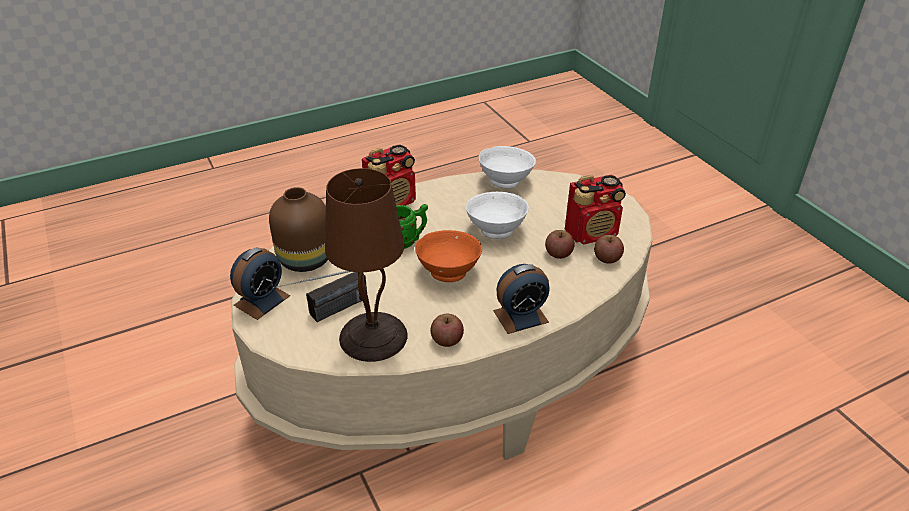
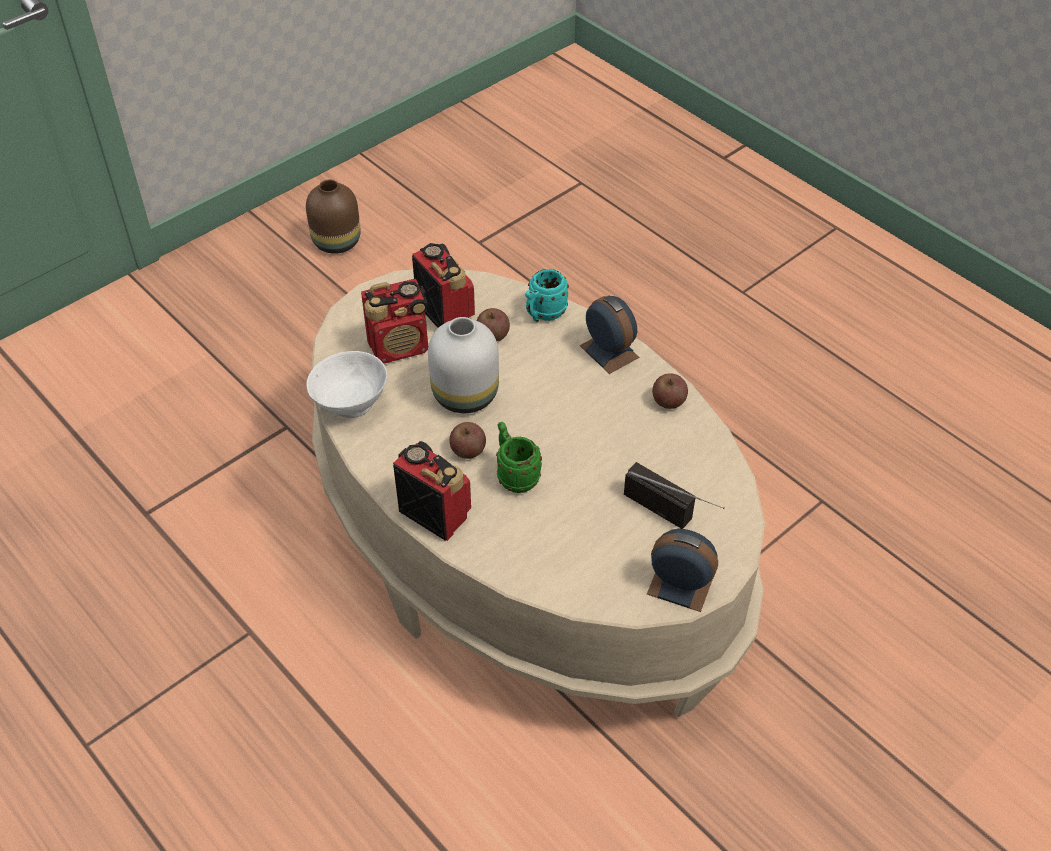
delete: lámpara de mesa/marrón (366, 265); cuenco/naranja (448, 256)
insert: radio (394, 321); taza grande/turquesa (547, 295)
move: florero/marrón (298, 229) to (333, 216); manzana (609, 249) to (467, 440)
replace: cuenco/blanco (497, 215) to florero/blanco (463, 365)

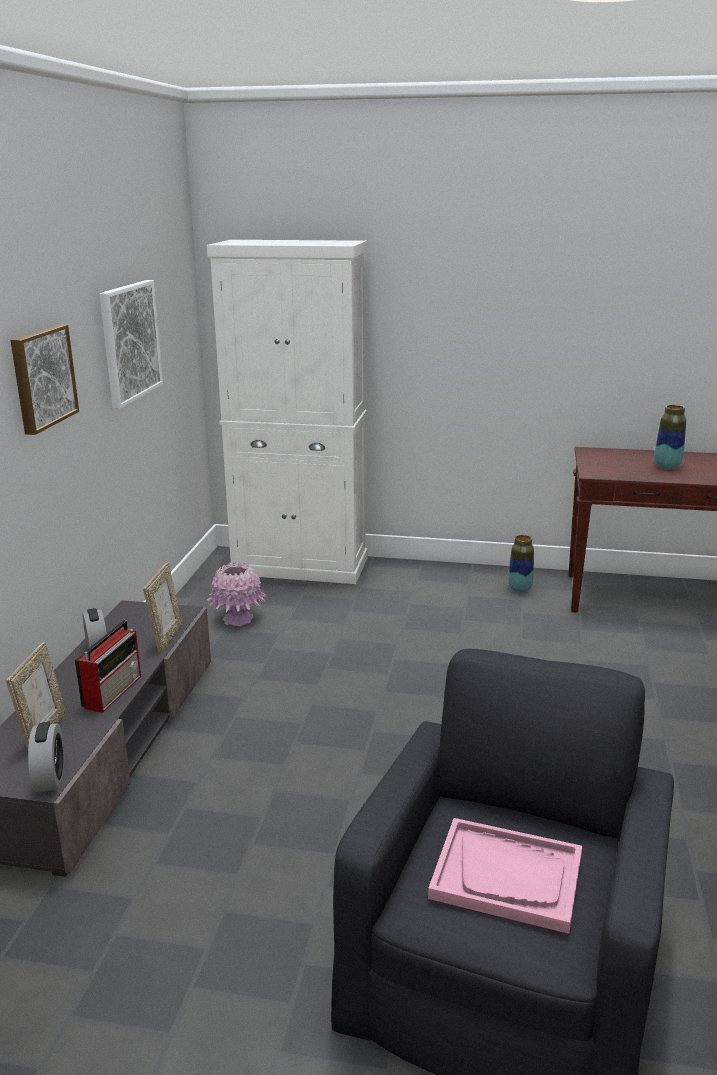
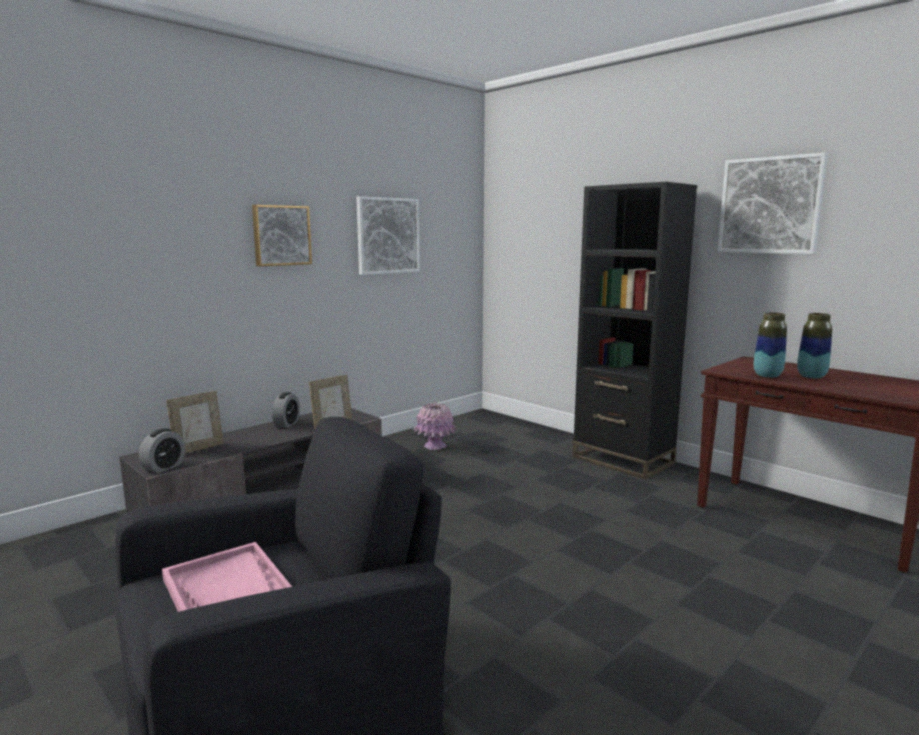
delete: radio (108, 666); armario/blanco (287, 412)
insert: estantería/negro (635, 330); cuadro (772, 203)
move: florero (521, 564) to (770, 345)

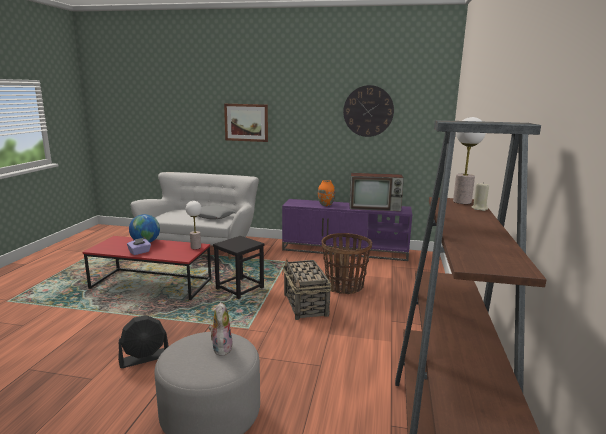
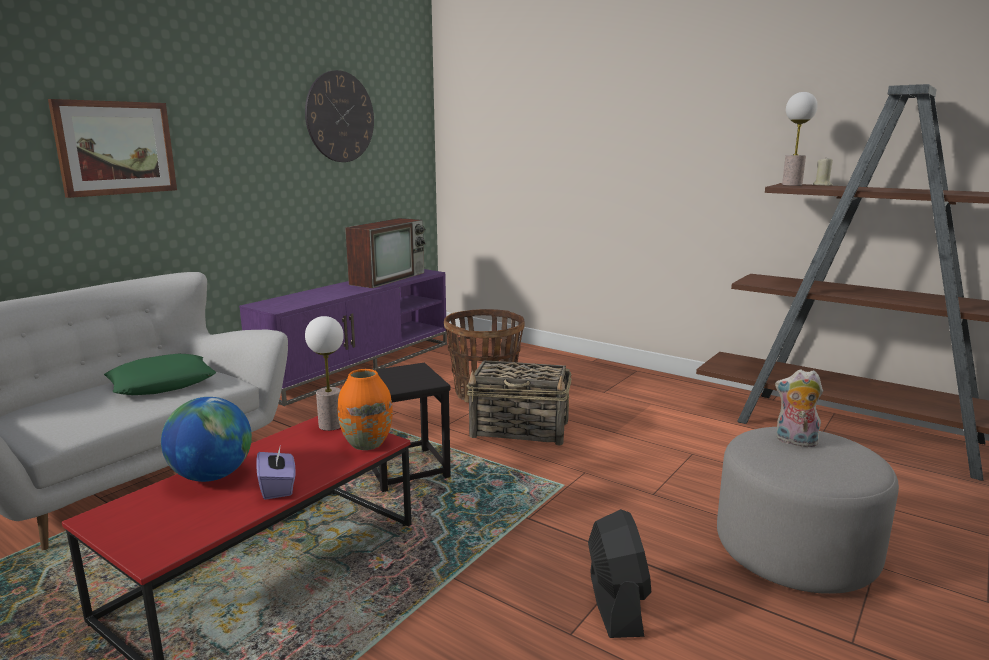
move: florero/naranja (326, 193) to (365, 409)
recolor: cojín/gris (216, 212) to cojín/verde (160, 374)

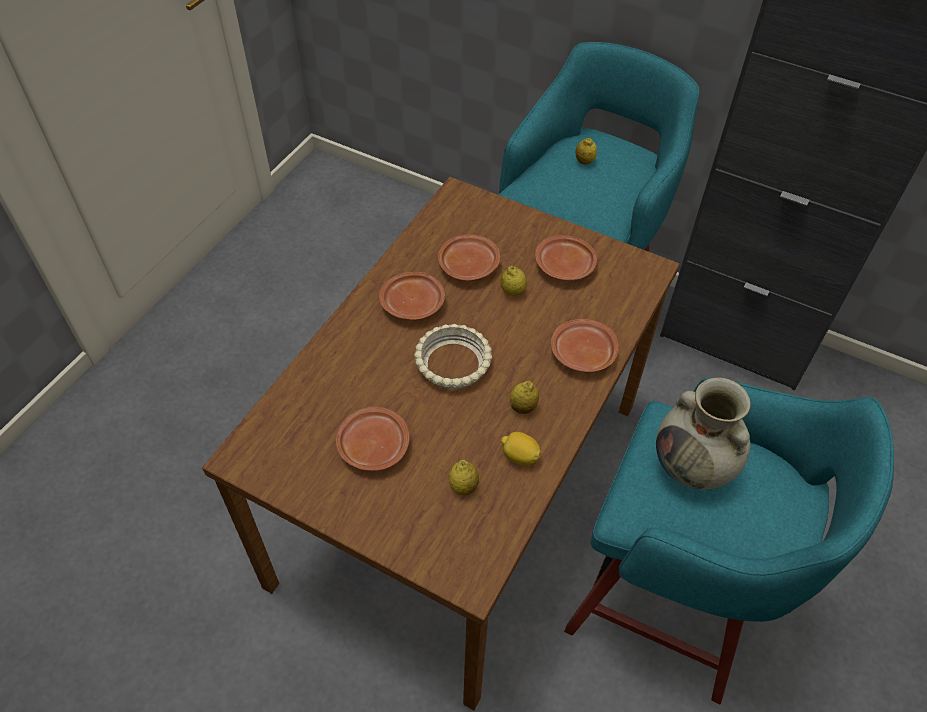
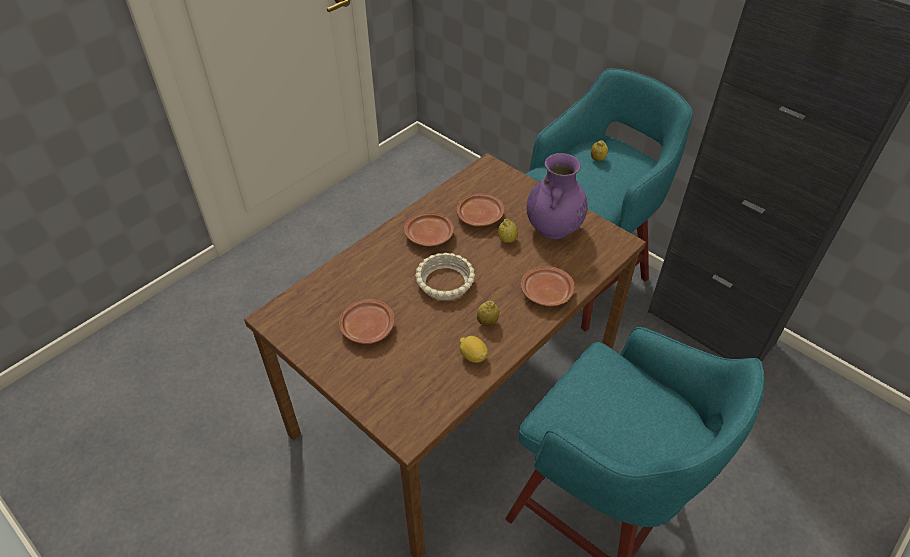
delete: limón (464, 477); florero/beis (703, 433)
replace: plato/marrón (566, 258) to florero/morado (557, 196)

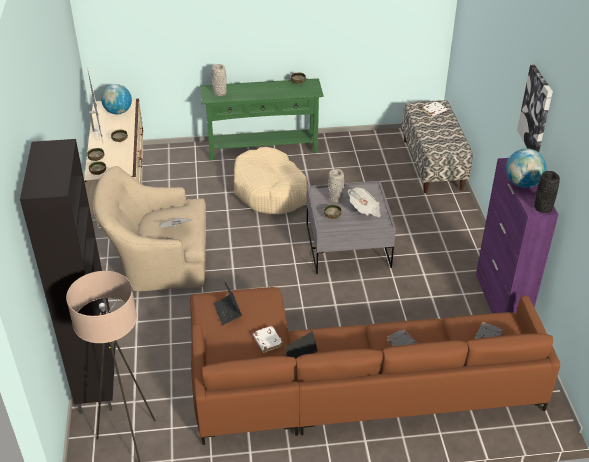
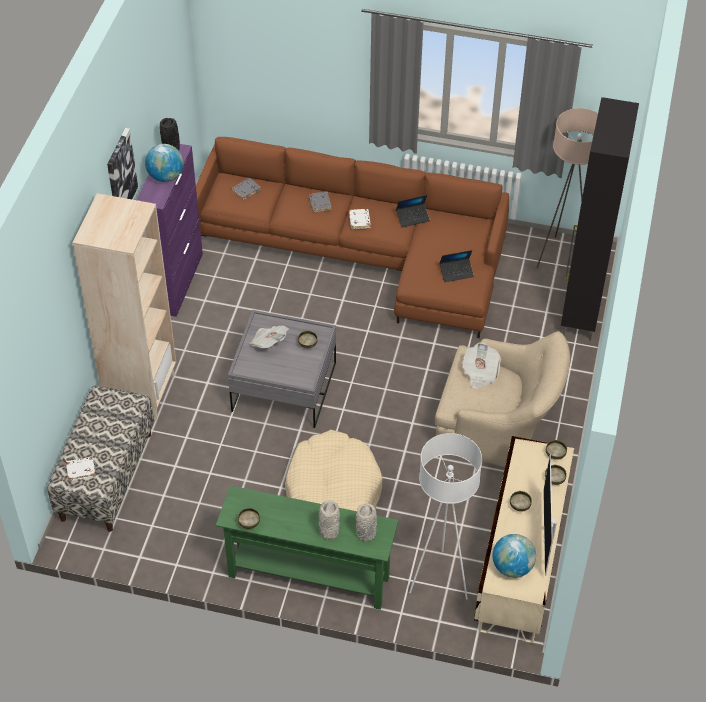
insert: estantería/beis (124, 306); lámpara de pie/blanco (445, 516)
move: florero/gris (336, 186) to (329, 519); libro/blanco (267, 339) to (360, 219)
rotate: portátil (228, 303) = (456, 266) 75 degrees clockwise

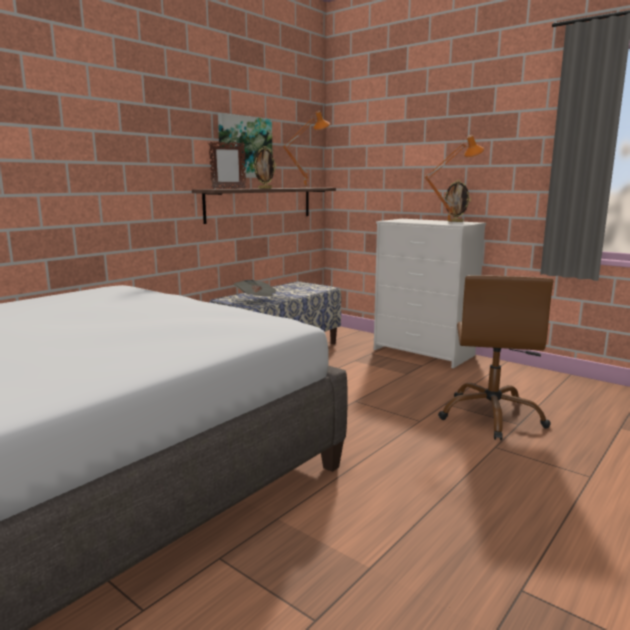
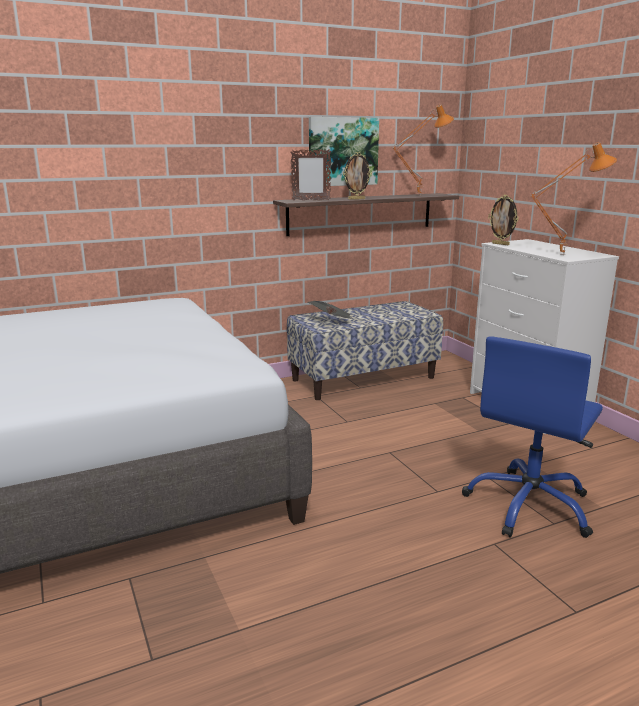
move: portarretratos (457, 201) to (503, 220)
recolor: silla de oficina/marrón (495, 357) to silla de oficina/azul (532, 437)

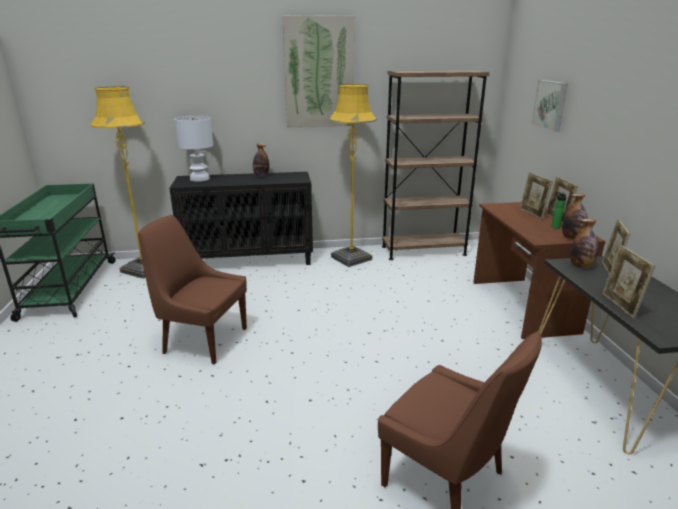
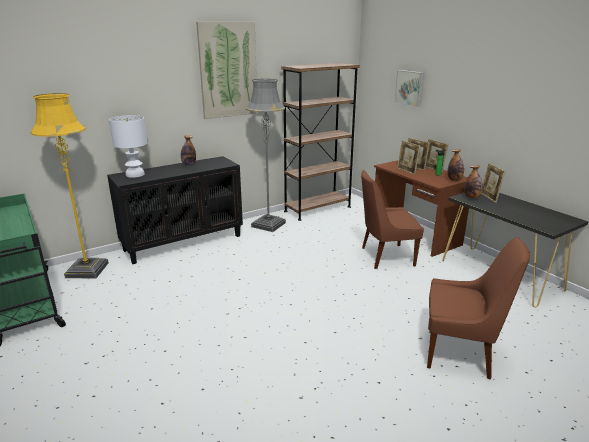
move: silla/marrón (192, 290) to (392, 219); portarretratos (629, 281) to (409, 157)
recolor: lámpara de pie/amarillo (353, 175) to lámpara de pie/gris (266, 155)

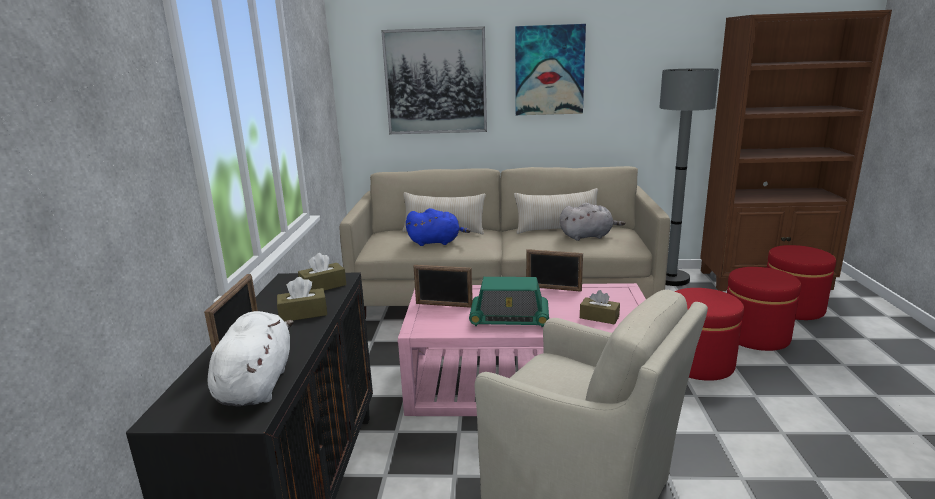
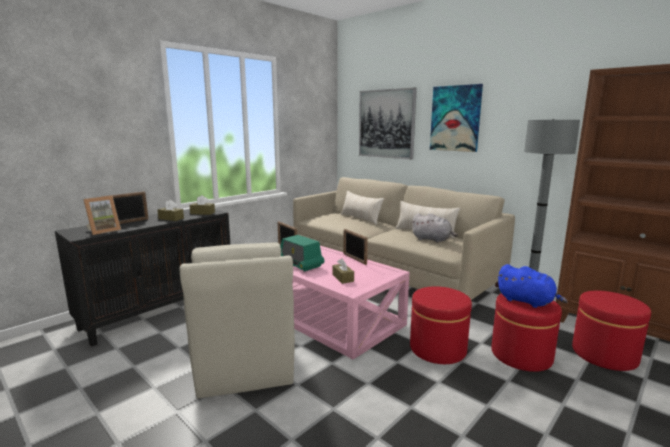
move: peluche/azul (438, 227) to (532, 286)
replace: peluche/blanco (251, 358) to portarretratos (102, 215)

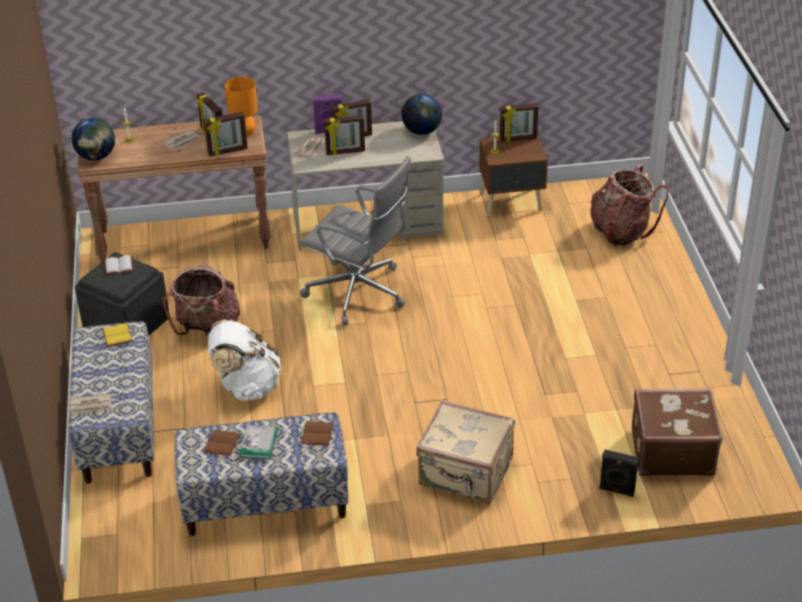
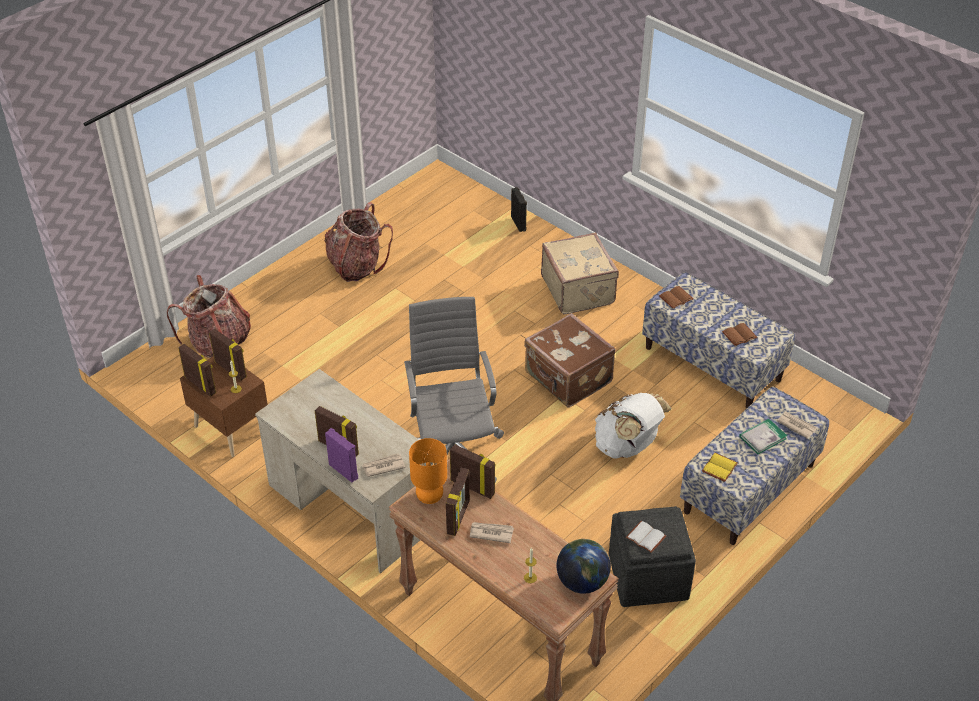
delete: globo terráqueo (421, 114)
move: portarretratos (344, 135) to (228, 355); mochila (201, 300) to (358, 242); maleta/marrón (677, 432) to (570, 360); libro (258, 442) to (763, 436)

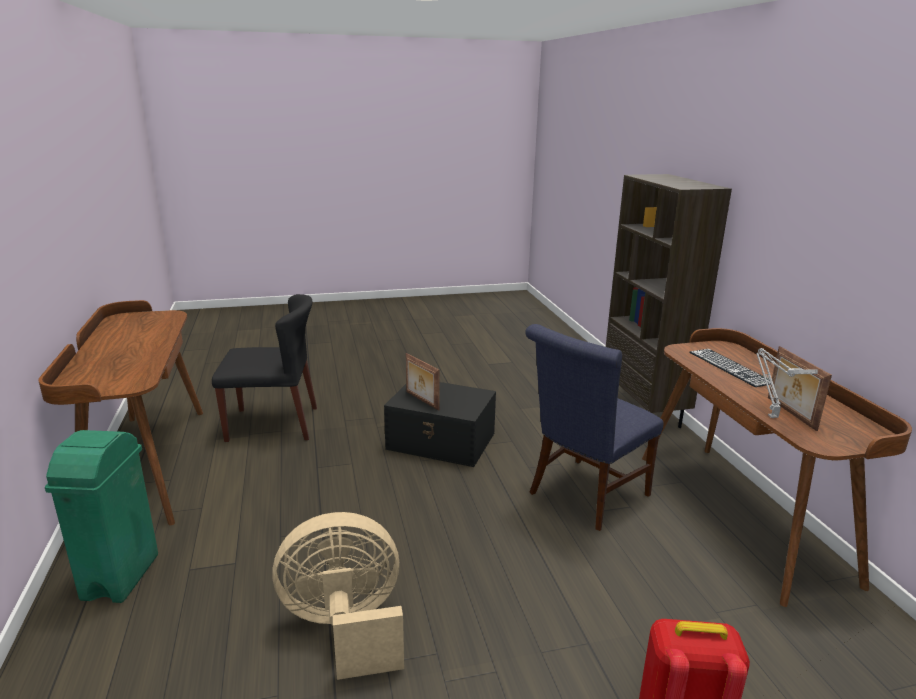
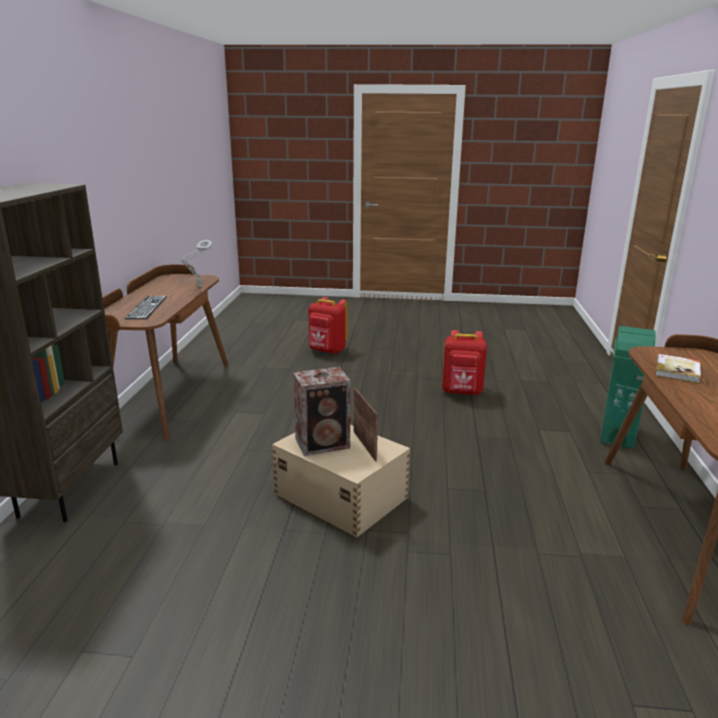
delete: silla/negro (264, 368); silla/azul (594, 427); portarretratos (800, 388)
insert: altavoz (322, 411); libro (678, 368)
replace: ventilador/beis (338, 596) to mochila/rojo (464, 362)
recolor: caja de almacenaje/negro (440, 424) to caja de almacenaje/beis (341, 481)

